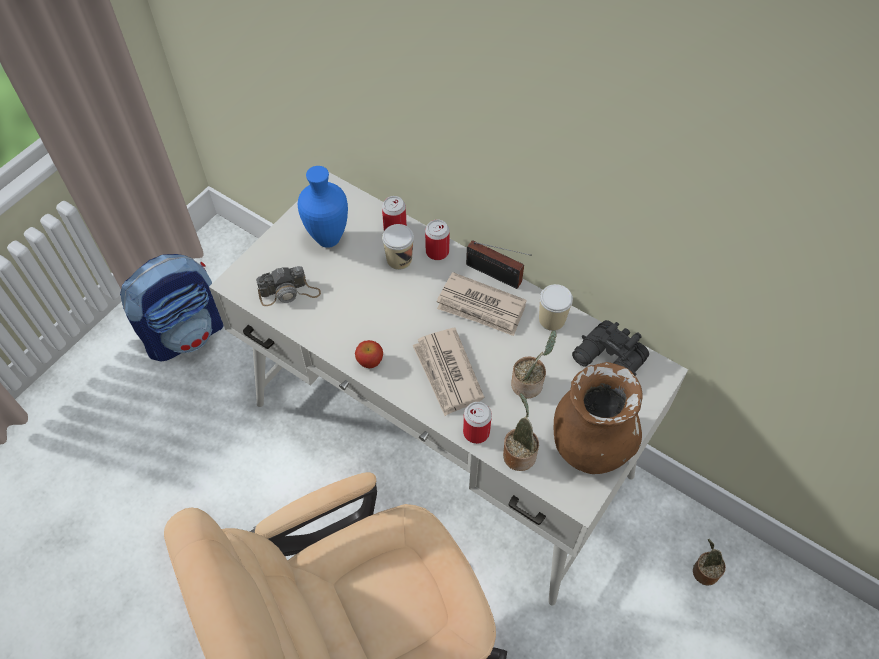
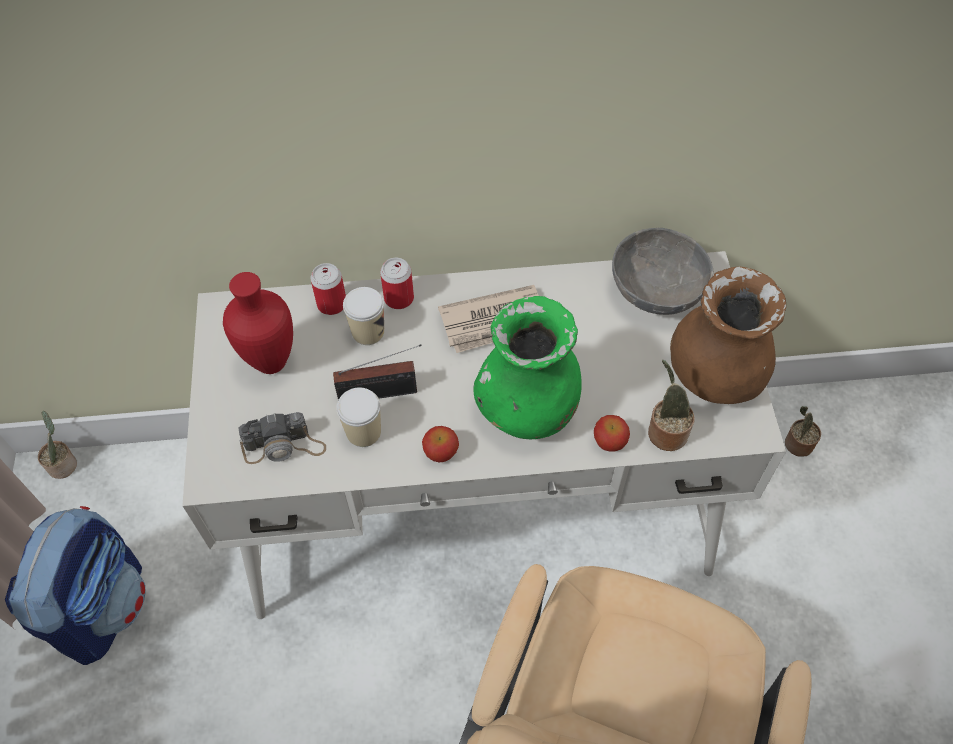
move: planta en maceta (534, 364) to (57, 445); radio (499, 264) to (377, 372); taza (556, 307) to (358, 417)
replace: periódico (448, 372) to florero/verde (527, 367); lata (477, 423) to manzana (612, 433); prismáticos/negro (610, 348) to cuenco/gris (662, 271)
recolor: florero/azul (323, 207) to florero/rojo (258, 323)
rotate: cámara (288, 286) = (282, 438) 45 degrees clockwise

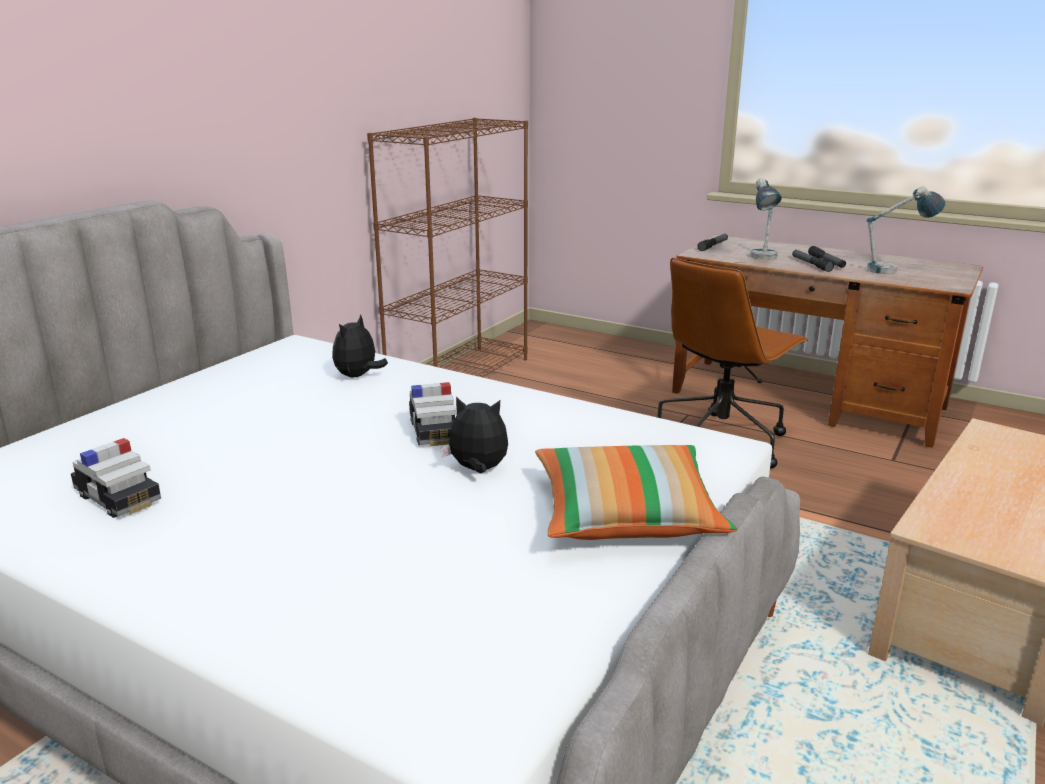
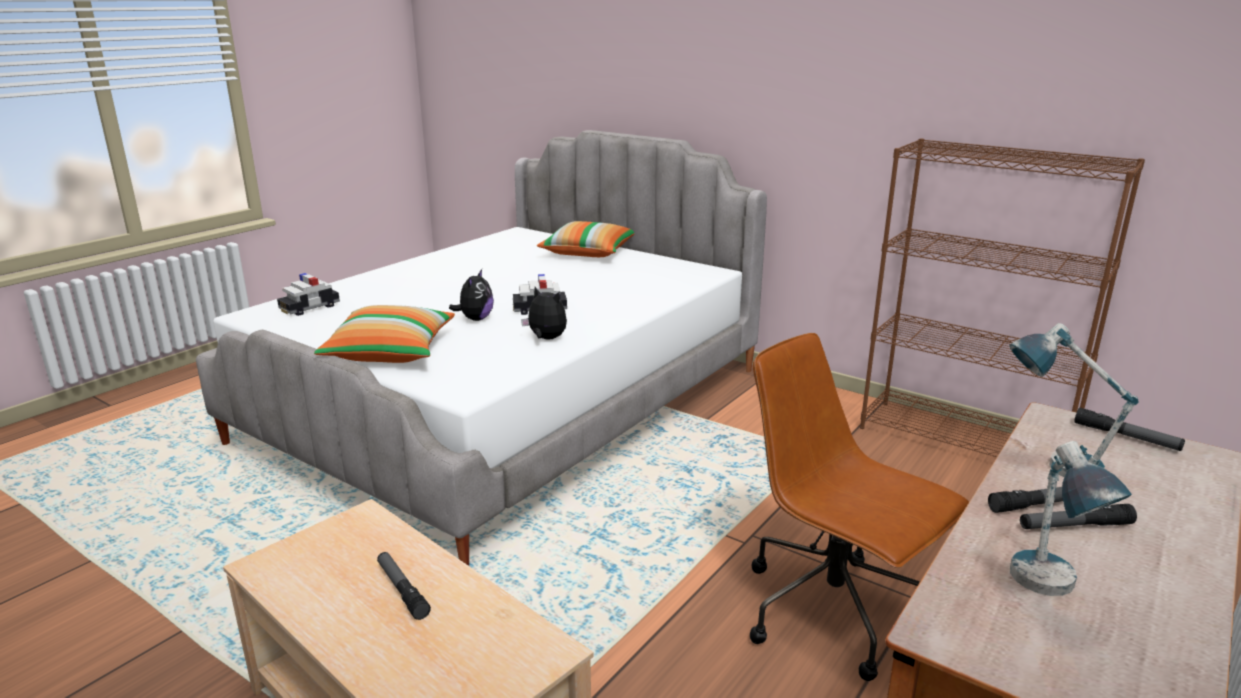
insert: linterna (404, 586); cojín (585, 239)
move: coche de juguete (116, 478) to (308, 294); peluche (360, 346) to (544, 313)

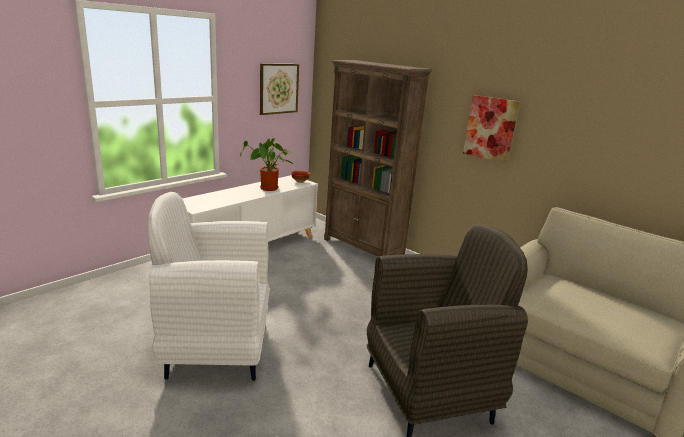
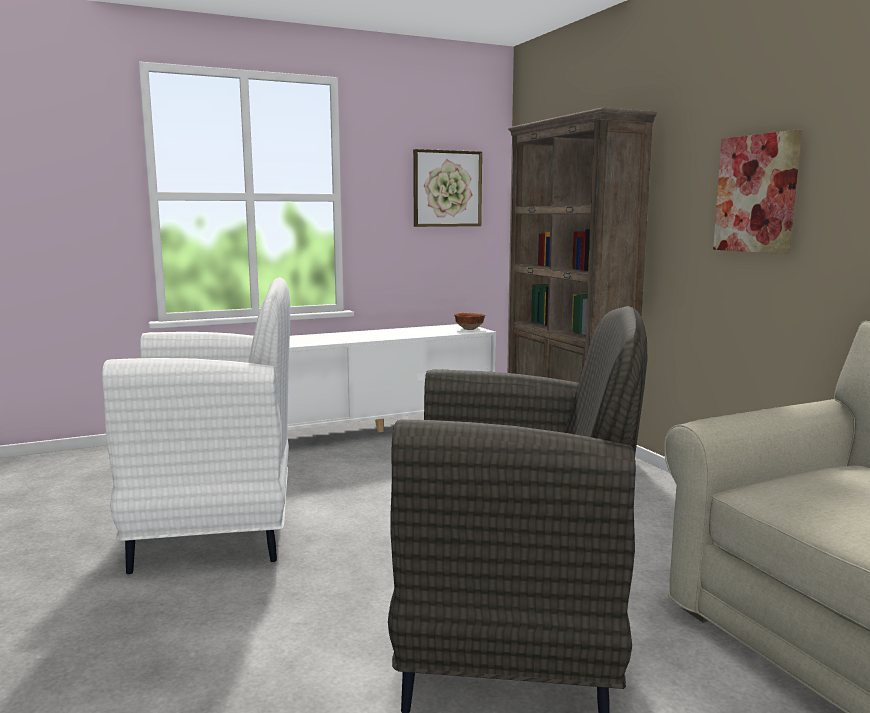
delete: planta en maceta (267, 164)
rotate: sillón/blanco (209, 286) = (196, 425) 150 degrees clockwise

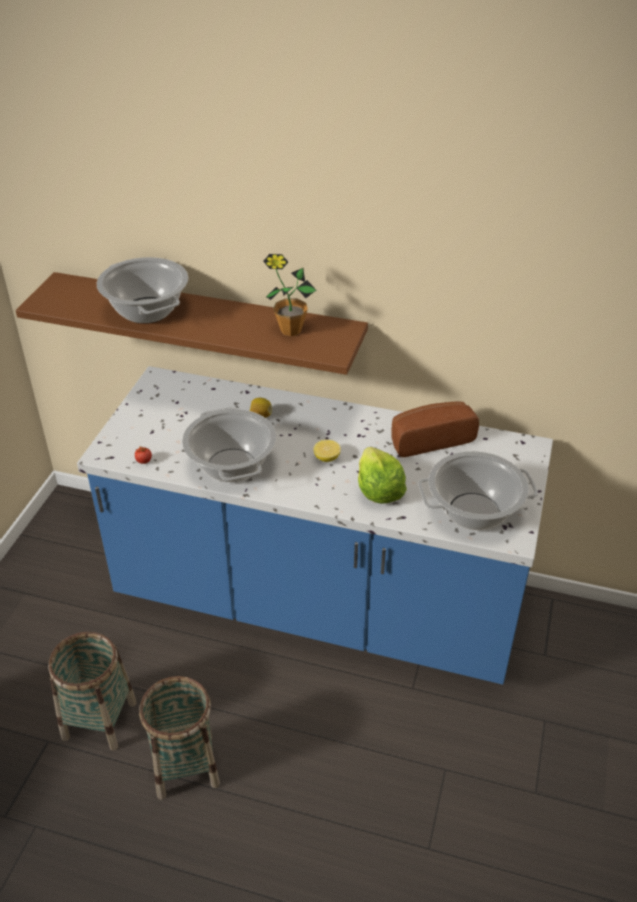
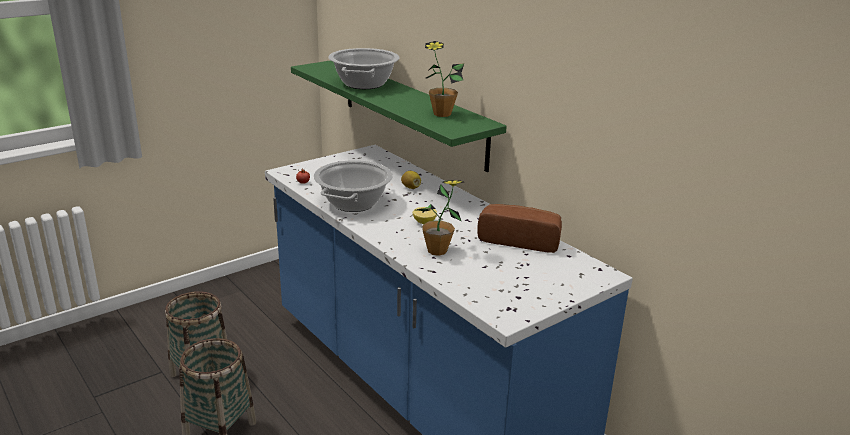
delete: olla (478, 490)
replace: lechuga (382, 475) to planta en maceta (440, 218)
recolor: estante/marrón (191, 323) to estante/verde (399, 116)

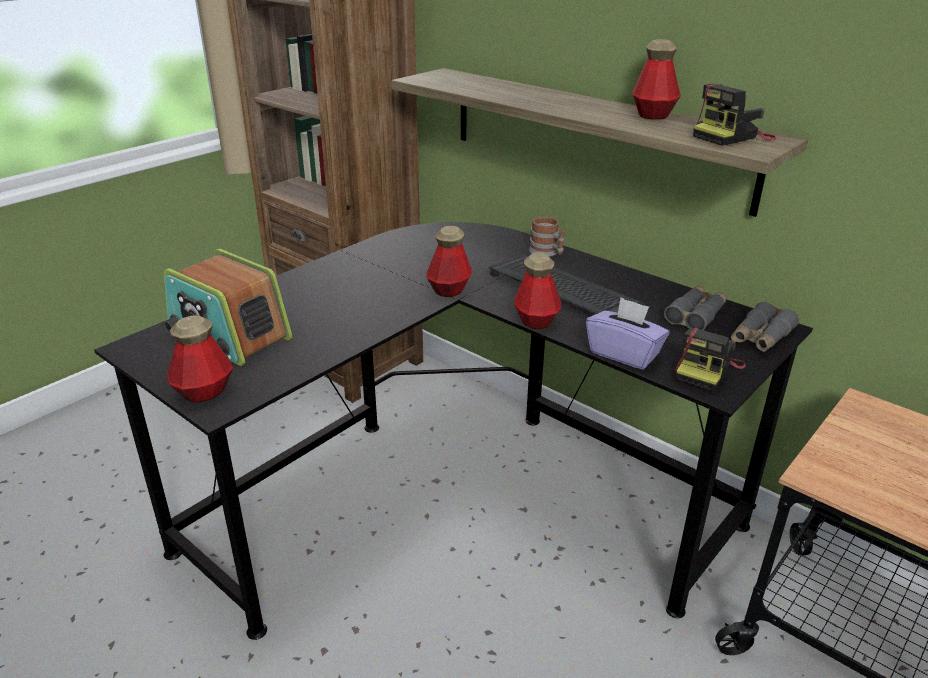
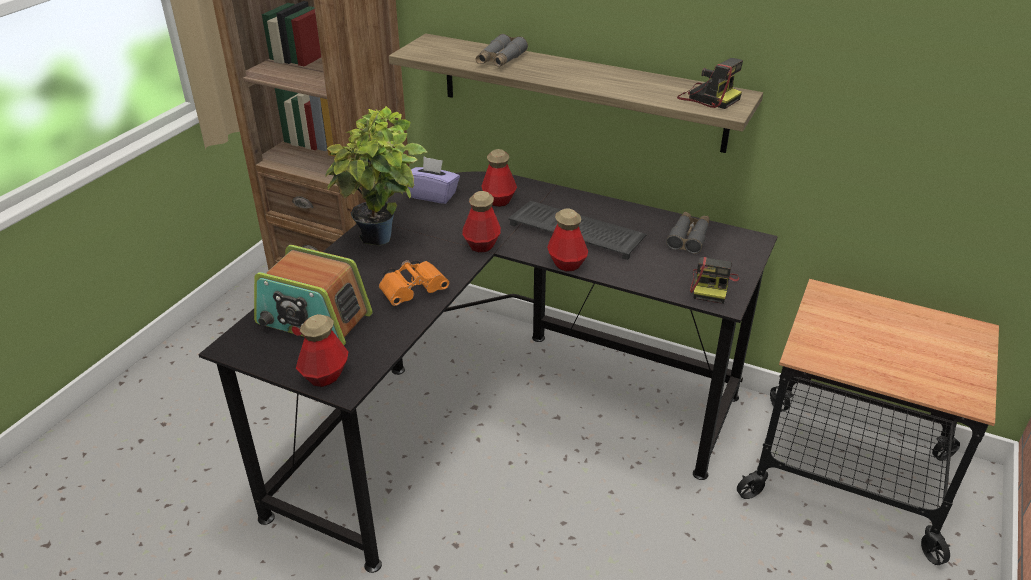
delete: taza grande (547, 236)
insert: planta en maceta (376, 175); prismáticos/naranja (414, 283)
move: caja de pañuelos/morado (628, 334) to (434, 180); prismáticos/gris (765, 327) to (502, 50); botella (656, 79) to (499, 178)
rotate: cámara (734, 115) = (710, 83) 90 degrees counterclockwise

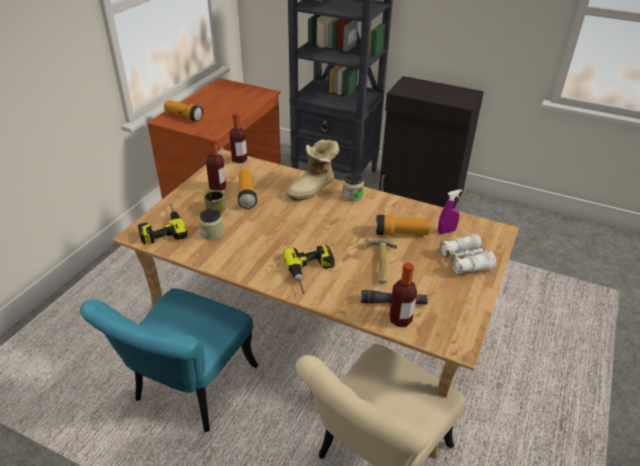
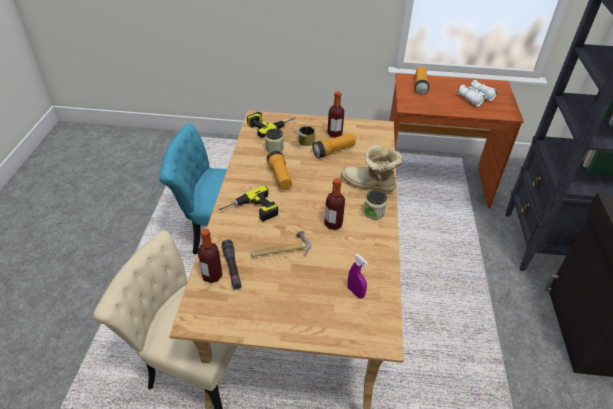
move: linterna (403, 225) to (279, 170); botella (238, 137) to (334, 204); prismáticos/blanco (468, 254) to (477, 93)

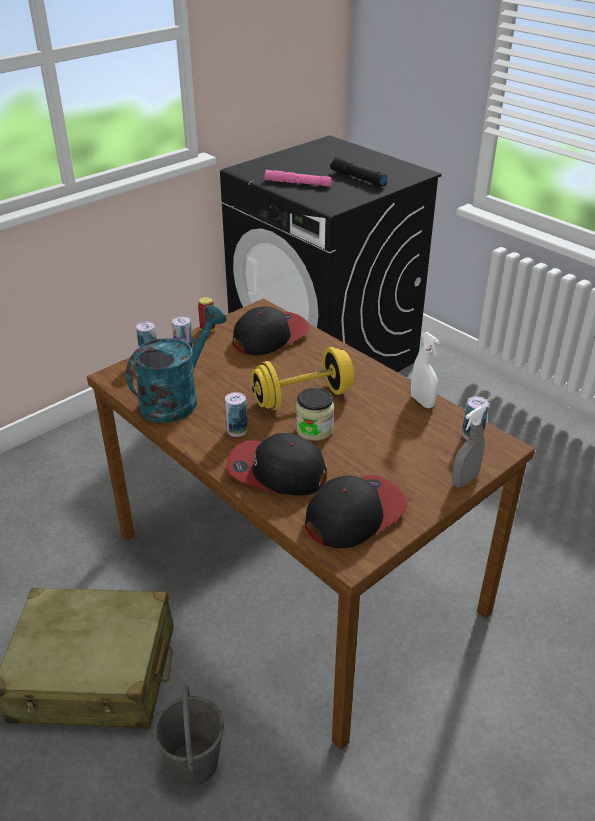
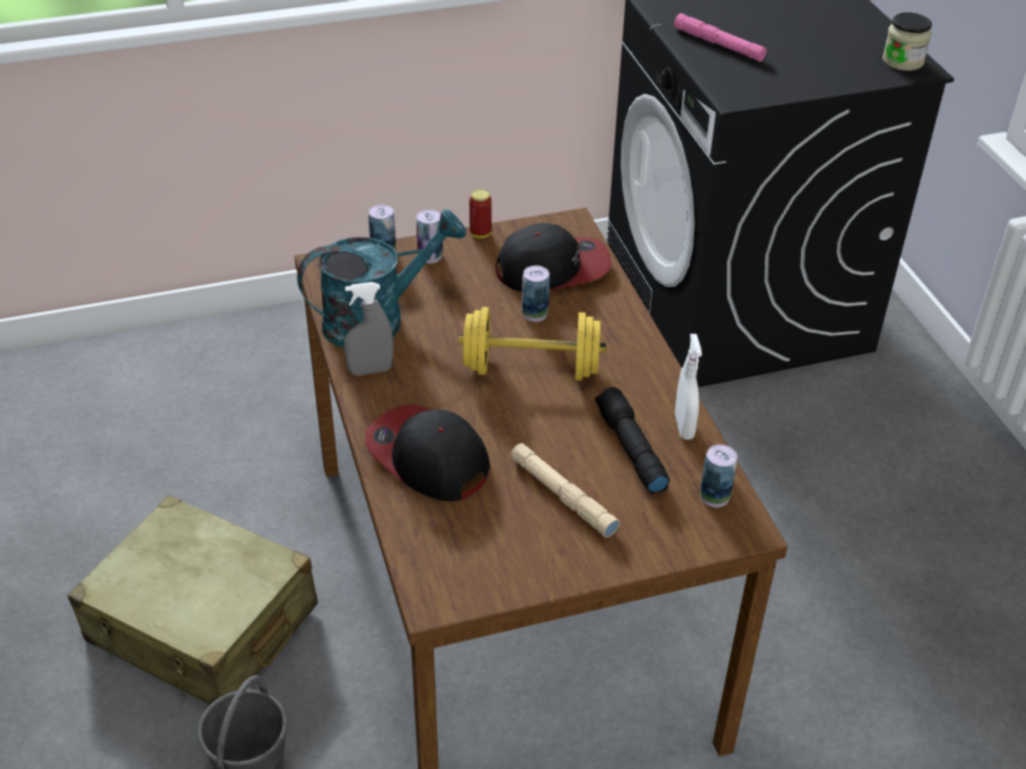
delete: gorra (356, 512)
insert: linterna/beis (565, 490)
move: pulverizador/gris (469, 446) to (368, 329); lata (236, 414) to (536, 293); linterna/negro (358, 171) to (632, 440); tarro (315, 414) to (907, 41)

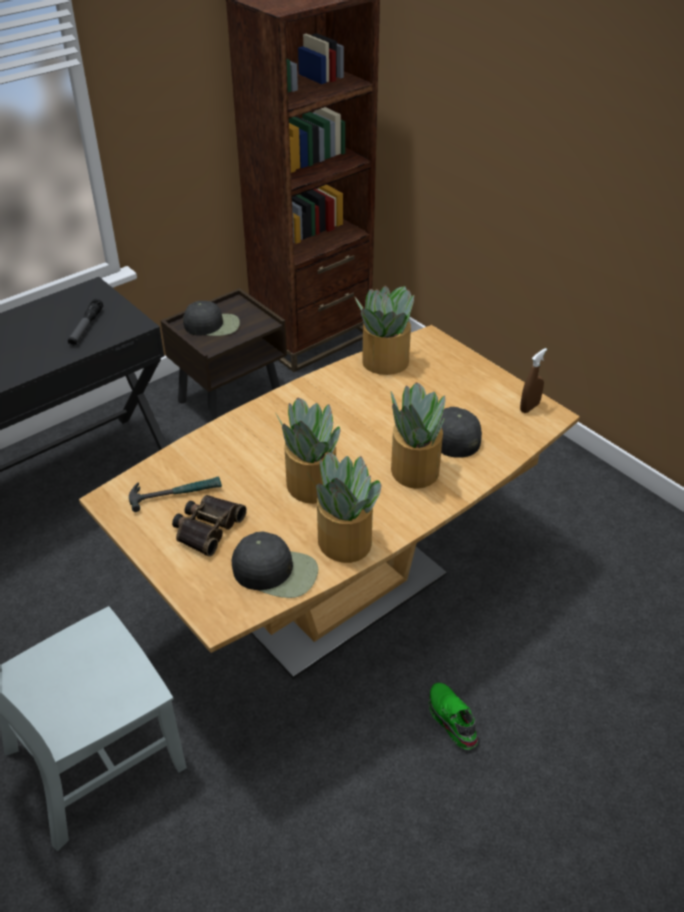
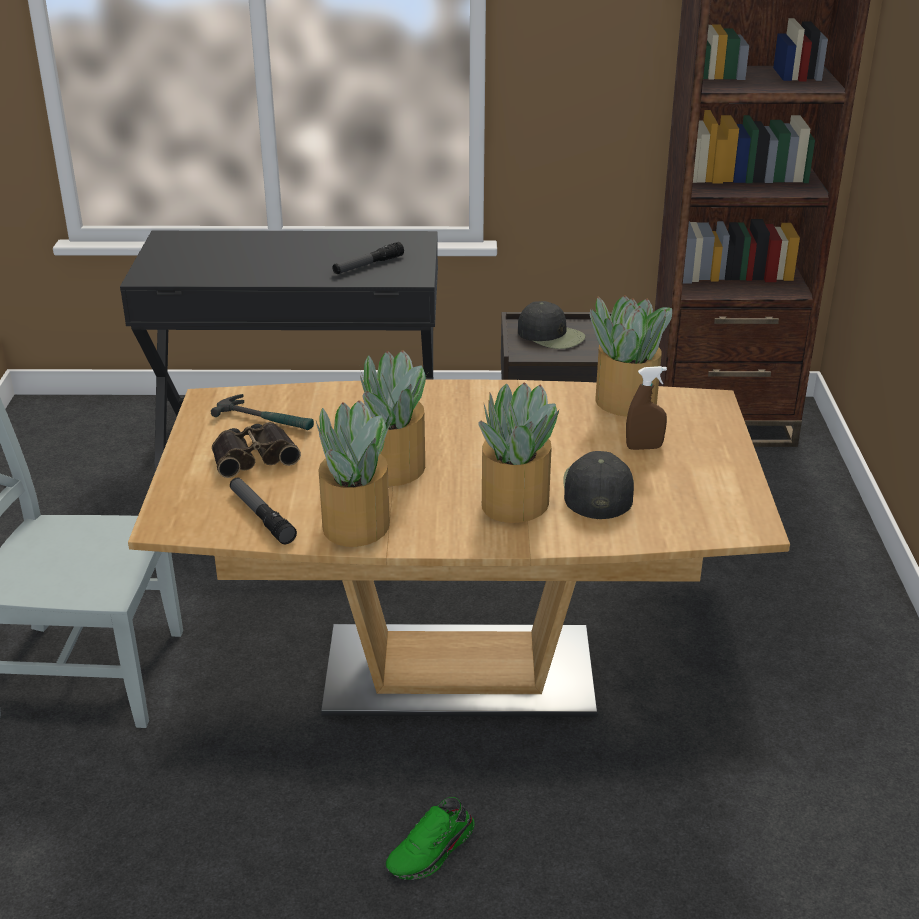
move: pulverizador/marrón (533, 380) to (646, 408)
replace: gorra/negro (275, 565) to linterna (263, 511)
rotate: zapato/verde (453, 716) = (430, 838) 150 degrees counterclockwise

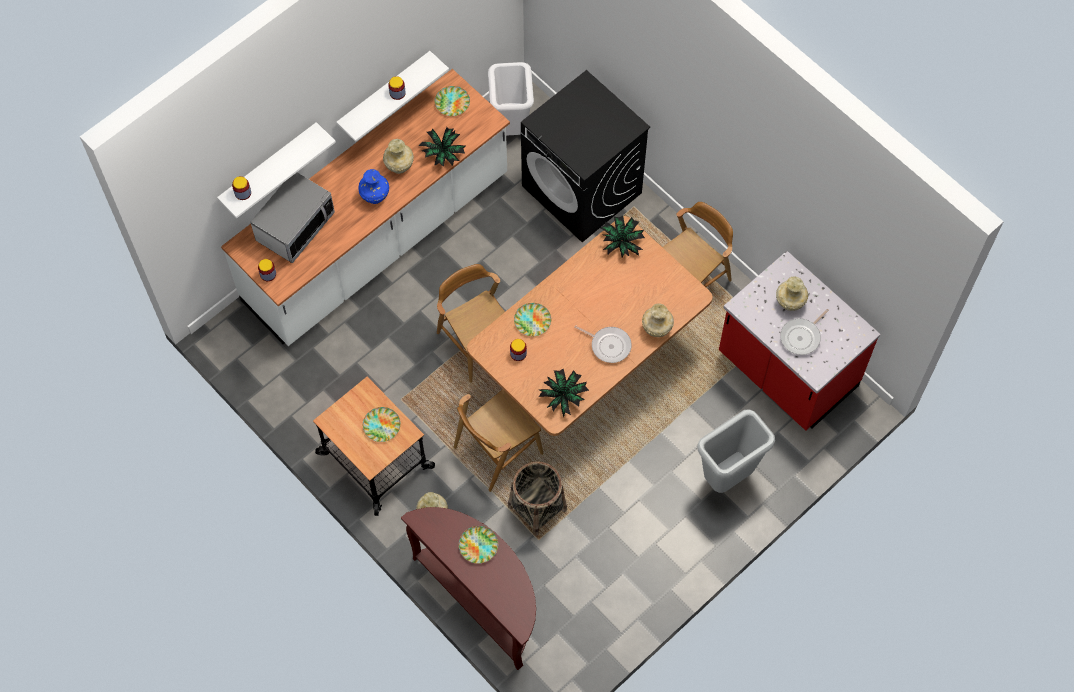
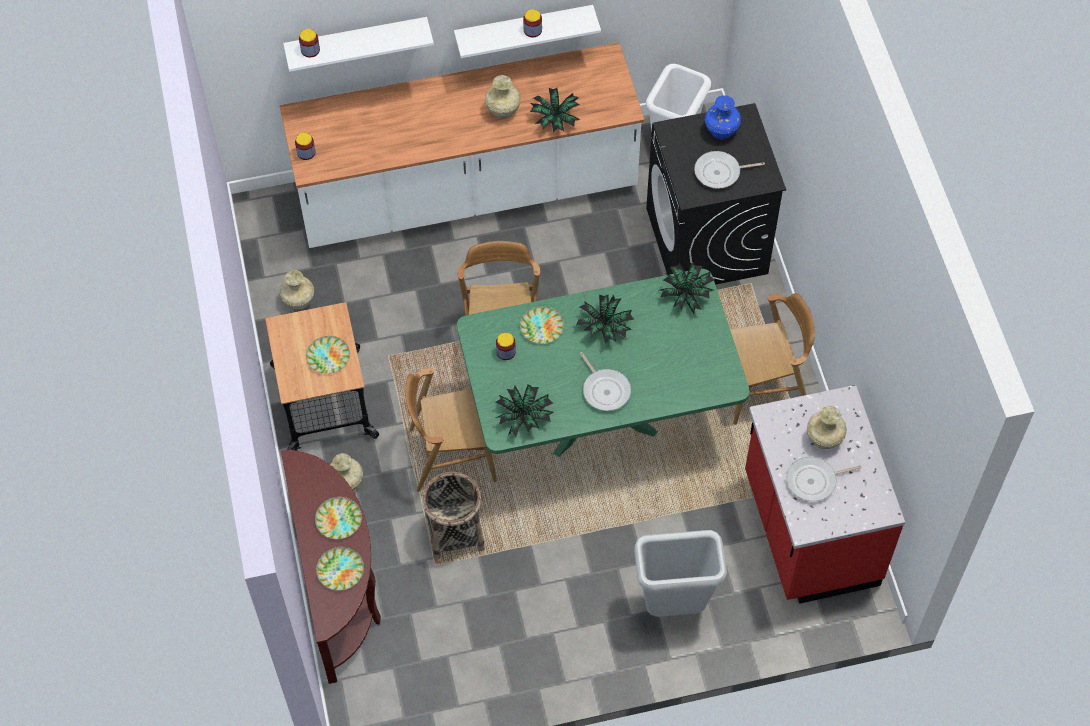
delete: microondas (292, 217)
insert: planta en maceta (605, 318); sartén (729, 170)
move: florero/beis (658, 320) to (296, 290); plato (452, 101) to (340, 568); florero/azul (374, 186) to (723, 117)
recolor: mesa de comedor/marrón (590, 326) to mesa de comedor/verde (603, 363)

